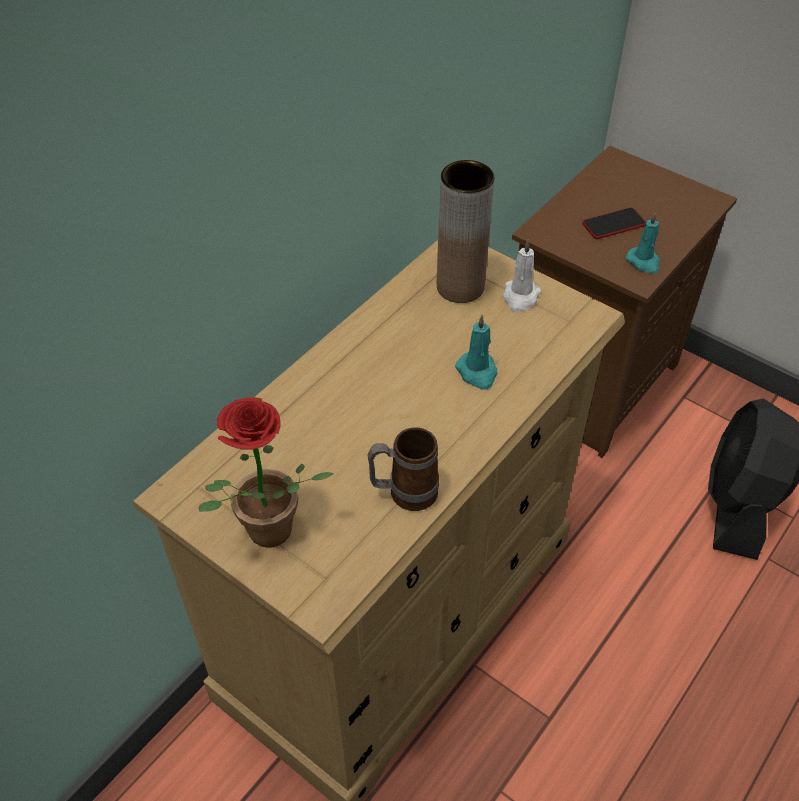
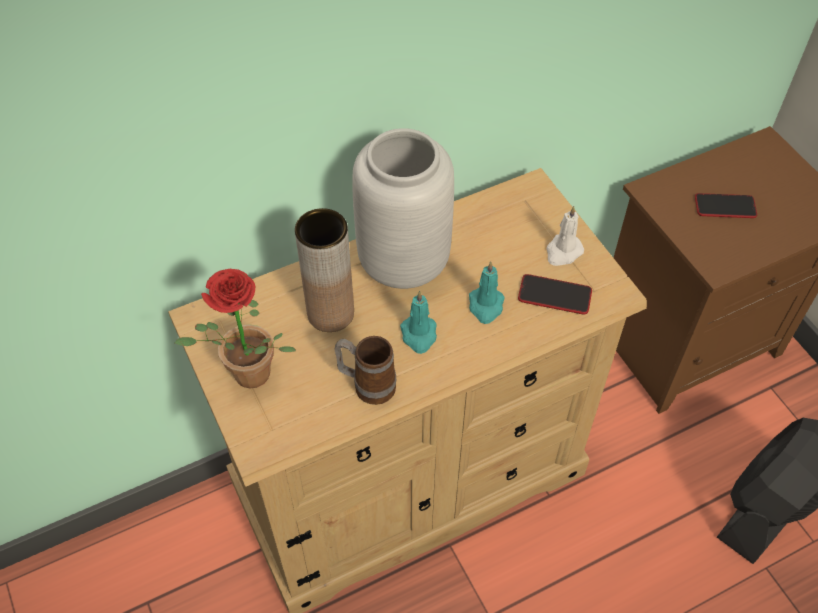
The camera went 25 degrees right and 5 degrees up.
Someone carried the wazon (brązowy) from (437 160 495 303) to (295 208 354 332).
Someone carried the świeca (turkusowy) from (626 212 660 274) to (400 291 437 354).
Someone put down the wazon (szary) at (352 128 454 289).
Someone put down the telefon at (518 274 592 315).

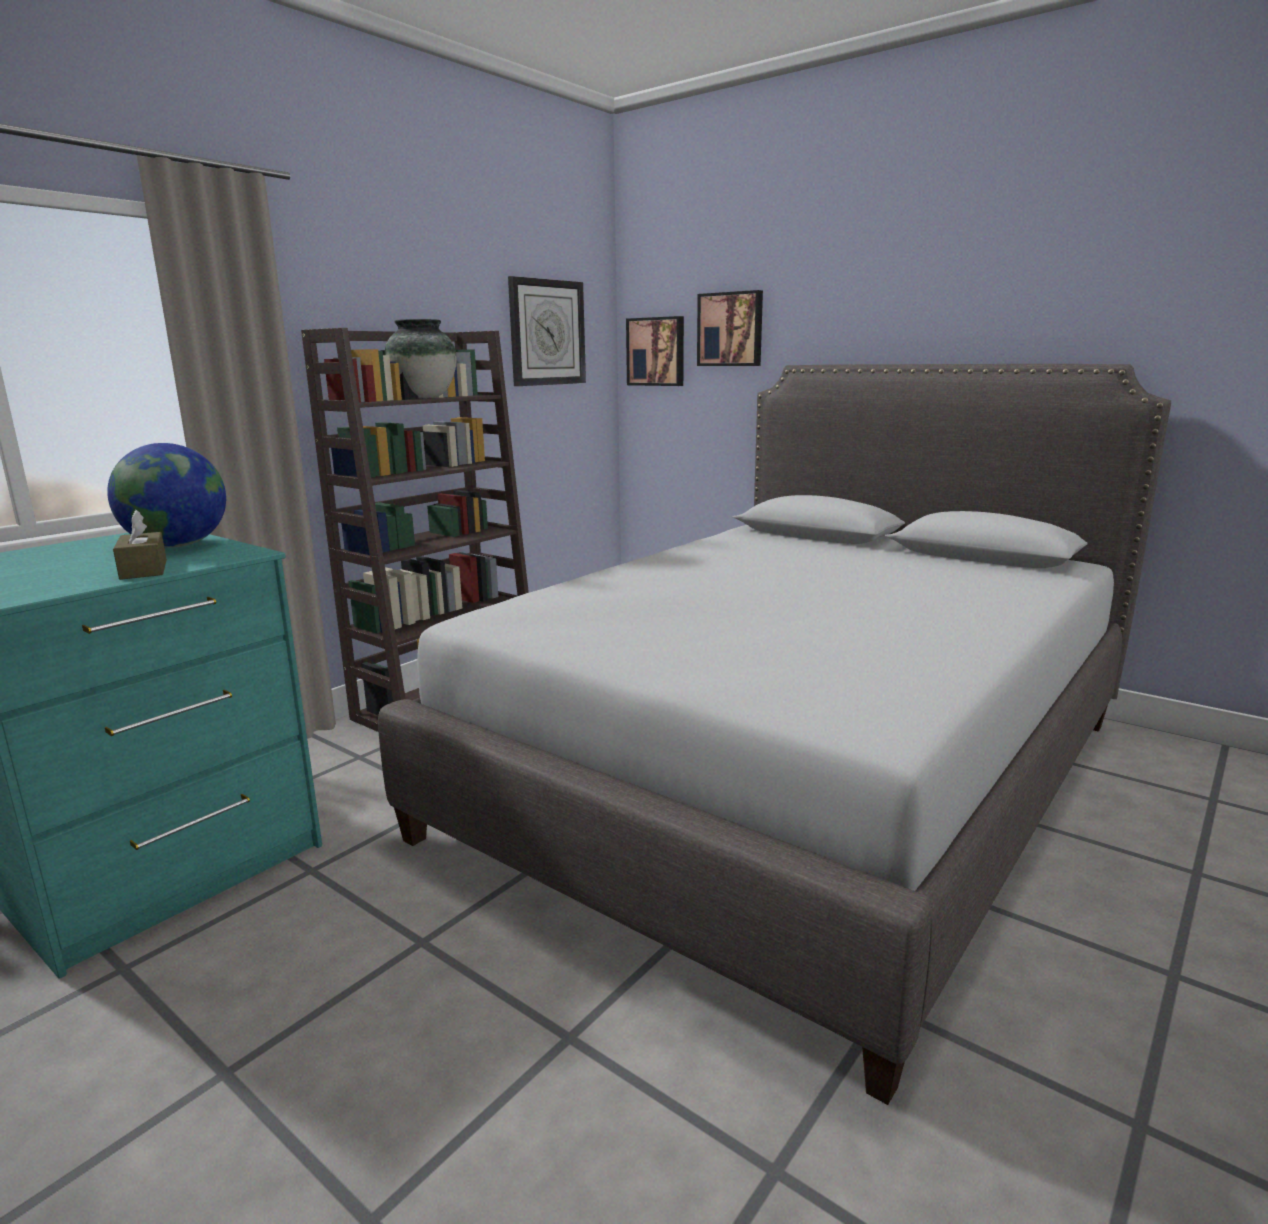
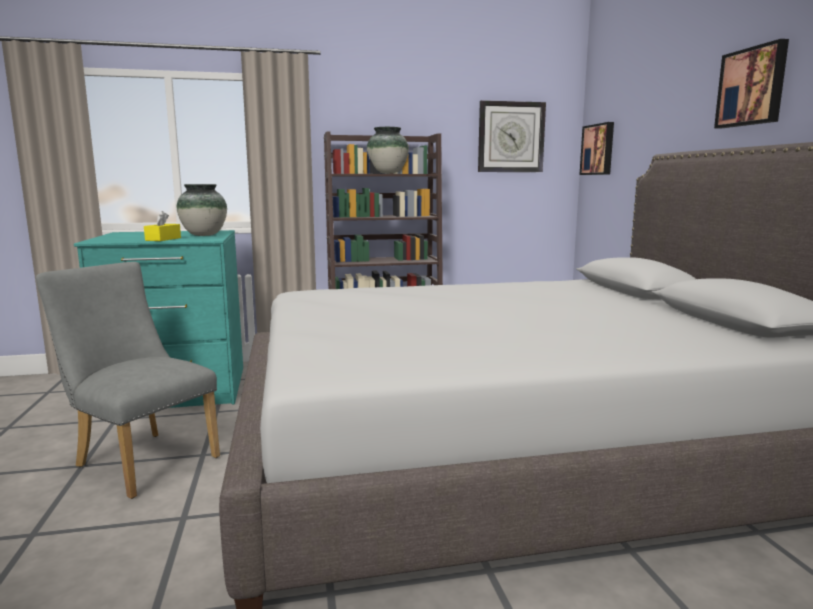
The camera went 40 degrees right and 5 degrees down.
Someone swapped the globus at (107 443 226 548) for the wazon at (177 184 227 236).
Someone repainted the pudełko chusteczek (brązowy) at (113 510 167 580), which became the pudełko chusteczek (żółty) at (144 211 181 241).
Someone carried the obraz from (697 290 763 366) to (714 39 789 128).
Someone put down the krzesło (szary) at (36 262 220 499).

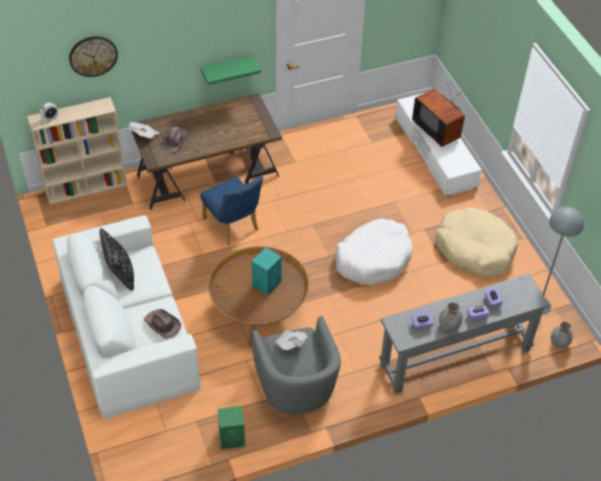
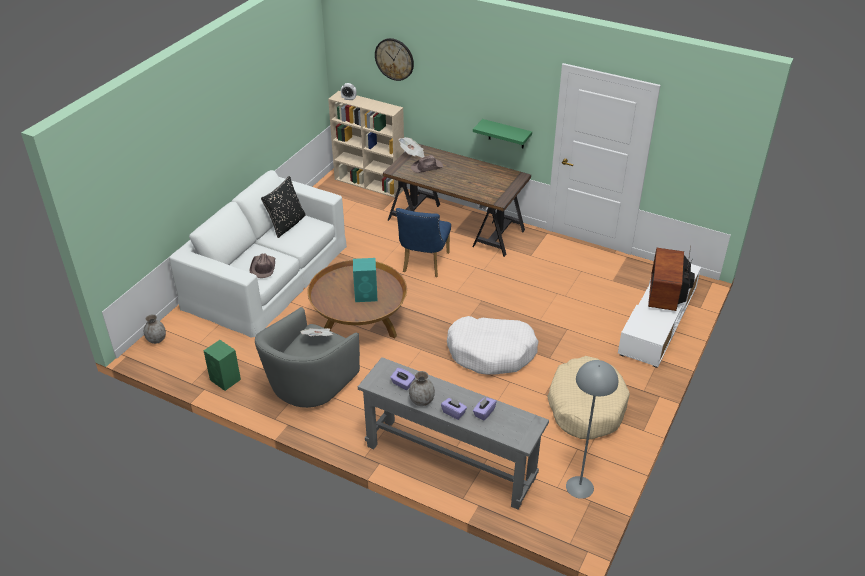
The camera went 50 degrees right and 10 degrees down.
Someone carried the wazon (szary) from (551 322 573 349) to (144 314 166 344).

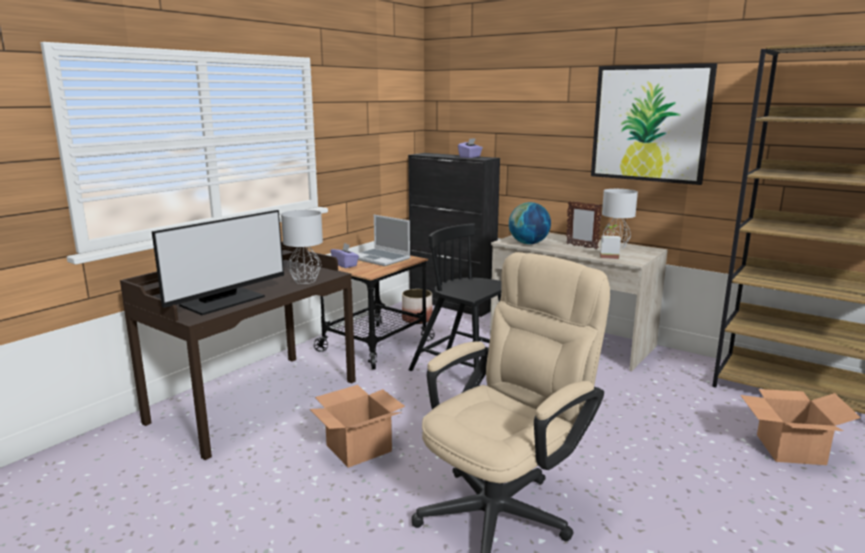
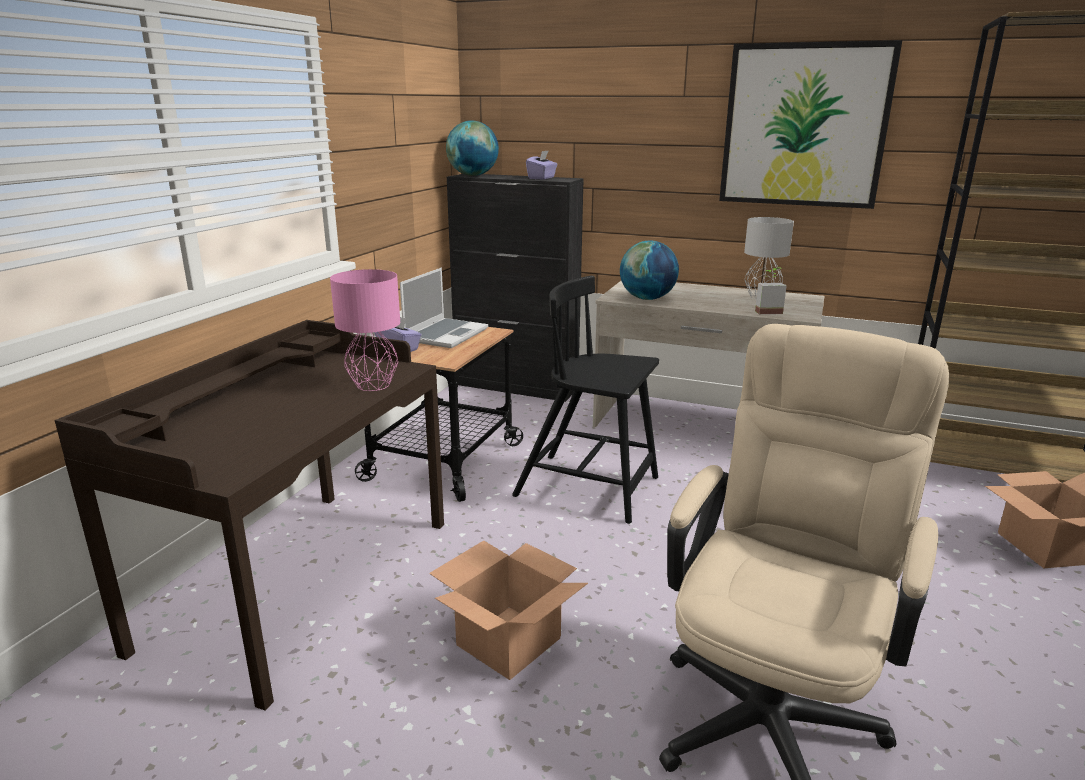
The camera went 15 degrees left and 5 degrees up.
Someone took away the monitor at (152 210 284 315).
Someone repainted the lampa stołowa (szary) at (281 210 323 284), which became the lampa stołowa (różowy) at (330 269 400 391).
Someone rotated the laptop at (356 215 410 266) by 90 degrees counterclockwise.
Someone took away the donica at (402 289 433 324).
Someone took away the ramka na zdjęcie at (566 201 602 249).
Someone put down the globus at (446 121 499 176).

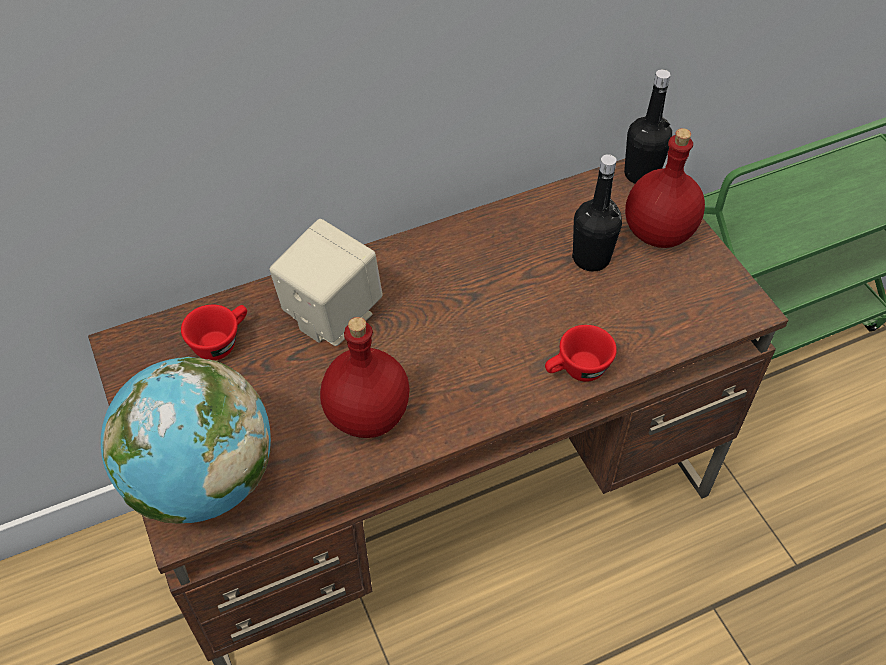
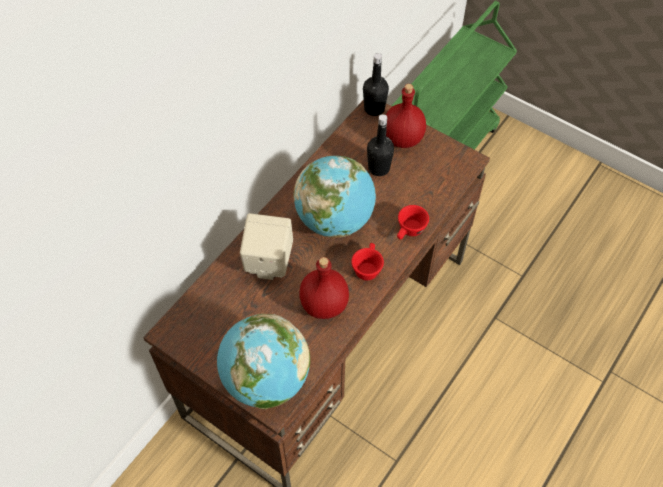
The camera went 30 degrees left and 5 degrees up.
Someone carried the filiżanka (czerwony) from (181 305 247 360) to (351 243 384 280).
Someone put down the globus at (293 156 376 238).

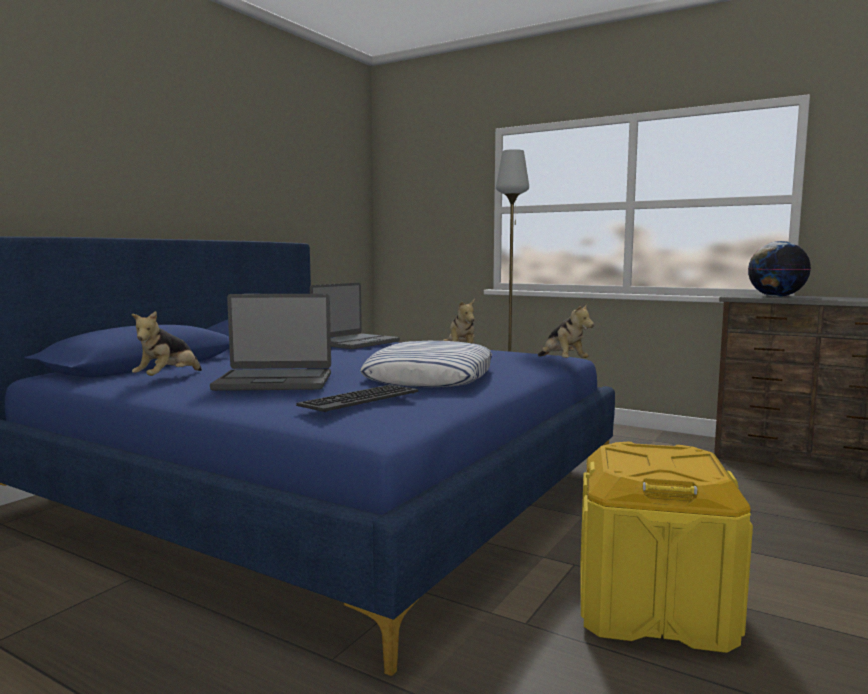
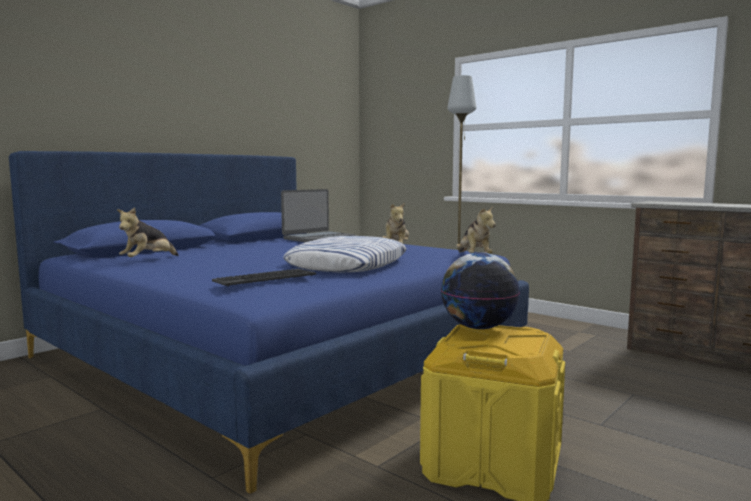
The camera went 10 degrees right and 0 degrees up.
Someone took away the laptop at (210 294 331 391).
Someone carried the globus from (748 241 811 297) to (441 252 520 329).

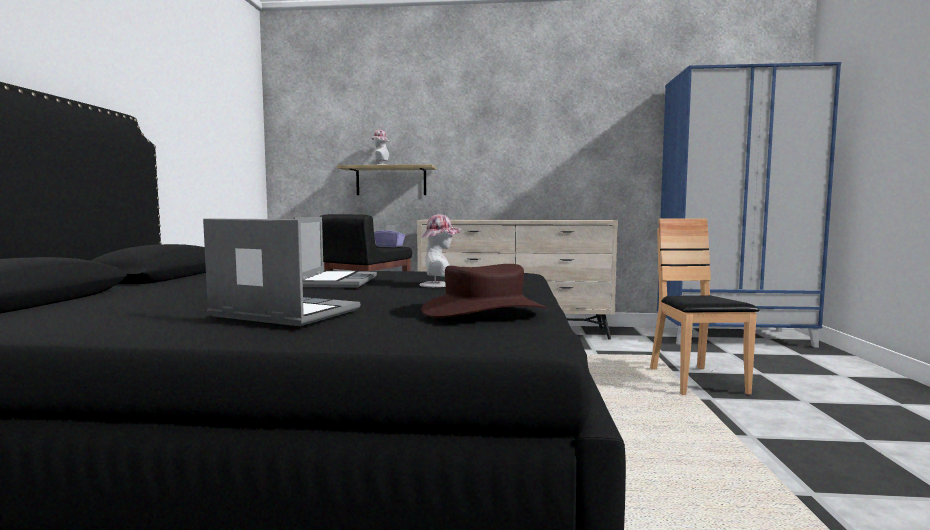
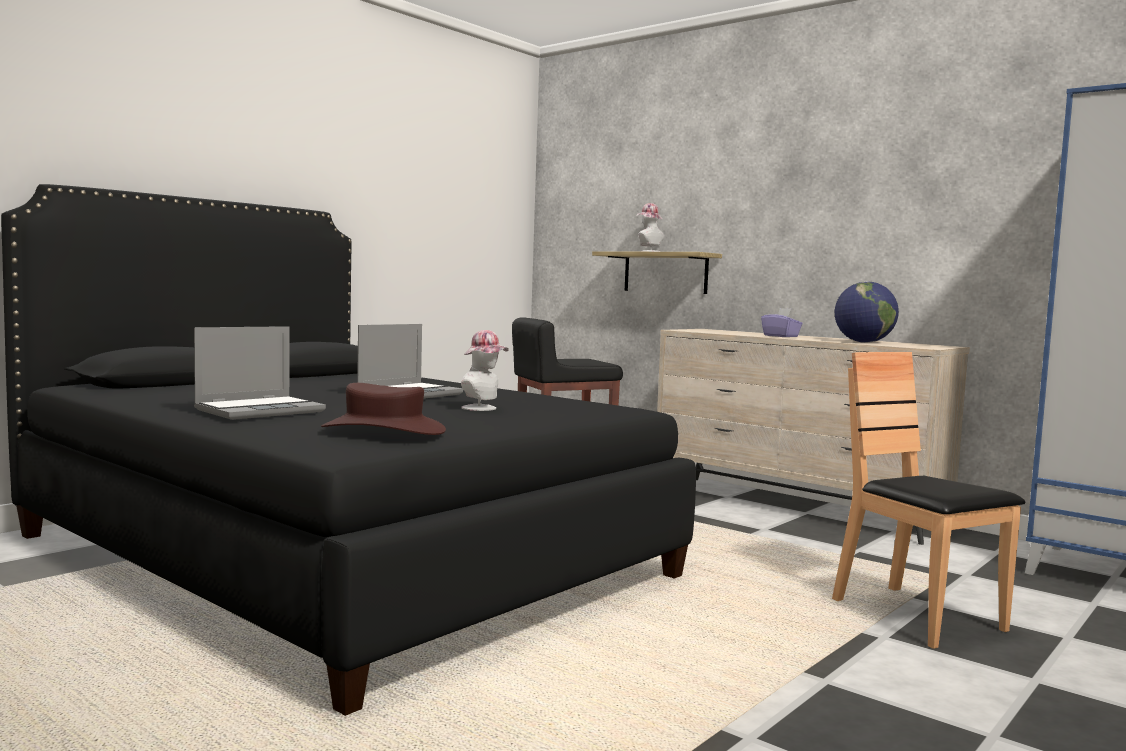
The camera went 35 degrees right and 0 degrees up.
Someone rotated the laptop at (203 218 360 326) by 75 degrees clockwise.
Someone carried the pudełko chusteczek (fioletowy) from (374 225 405 247) to (761 308 803 337).
Someone rotated the krzesło (brązowy) at (650 218 759 395) by 60 degrees counterclockwise.
Someone put down the globus at (835 281 899 343).

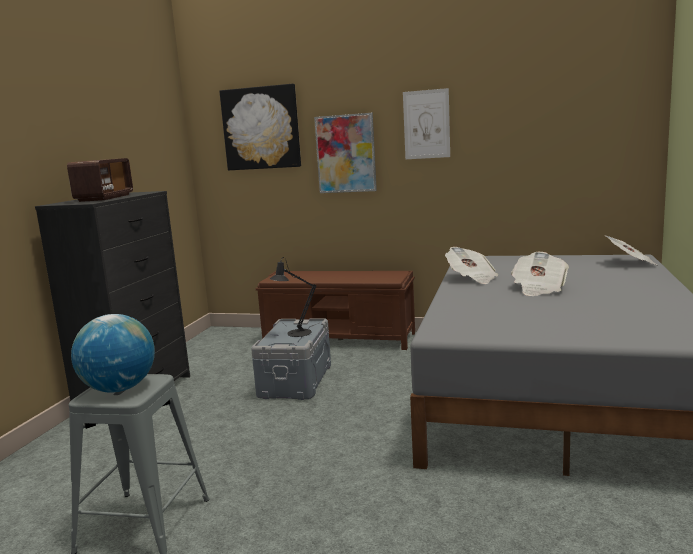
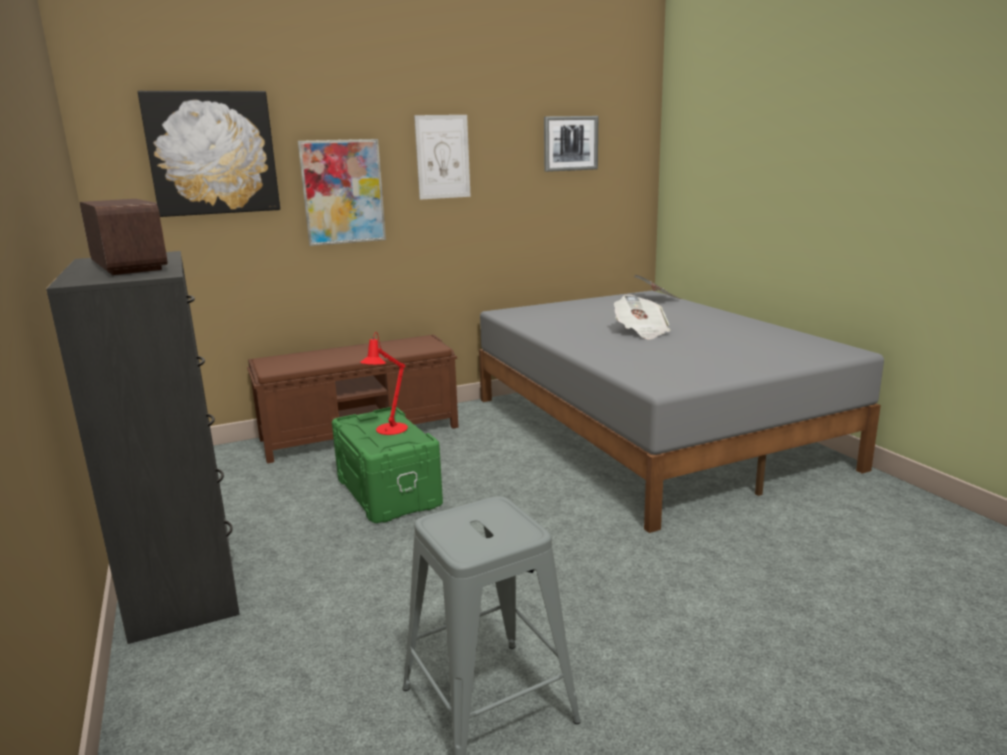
The camera went 40 degrees left and 5 degrees up.
Someone took away the globus at (71 314 155 393).
Someone repainted the pojemnik do przechowywania (szary) at (251 319 331 400), which became the pojemnik do przechowywania (zielony) at (332 407 443 523).
Someone repainted the lampa stołowa (czarny) at (270 257 316 337), which became the lampa stołowa (czerwony) at (360 332 408 435).
Someone took away the gazeta at (445 247 498 284).
Someone put up the obraz at (544 116 598 172).

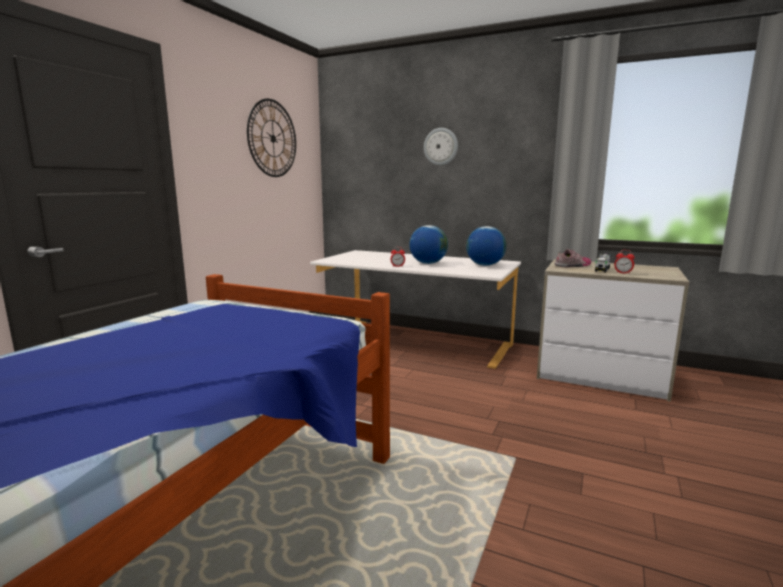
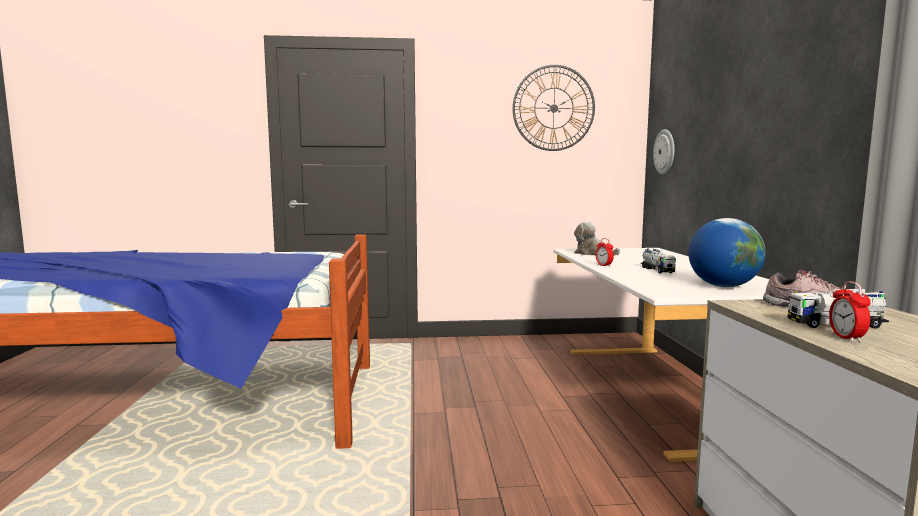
The camera went 60 degrees right and 5 degrees down.
Someone swapped the globus at (409 225 448 264) for the ciężarówka zabawkowa at (641 249 676 273).
Someone carried the zegar ścienny from (424 128 458 165) to (653 129 674 174).
Someone put down the pluszak at (574 222 620 256).

